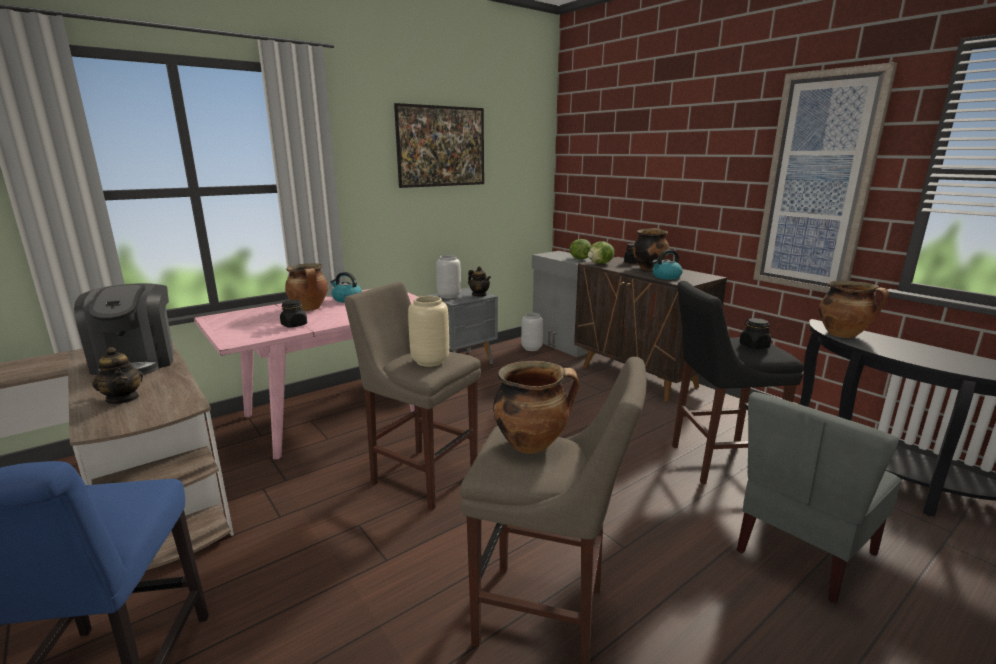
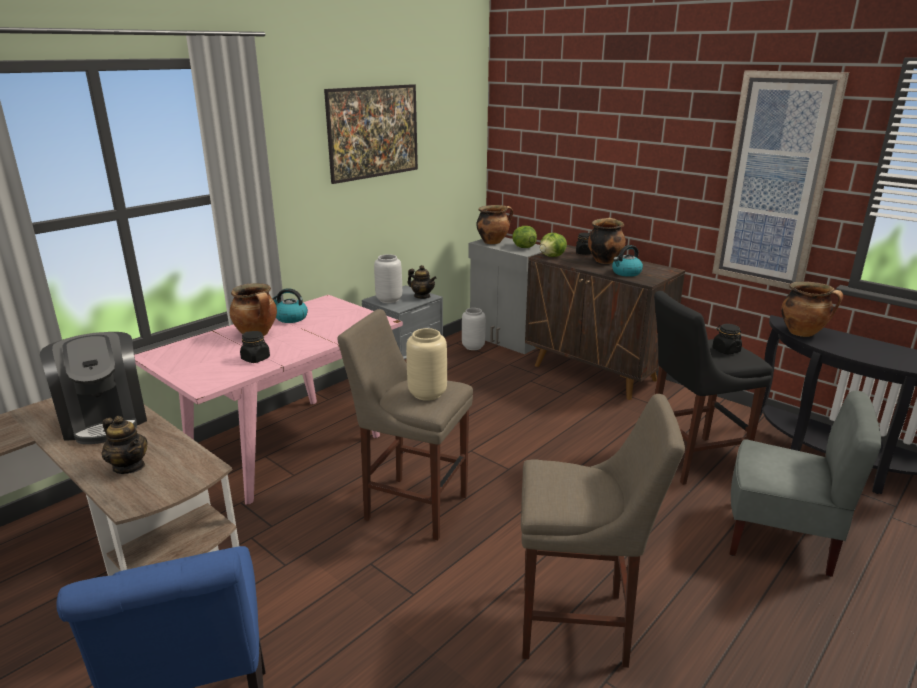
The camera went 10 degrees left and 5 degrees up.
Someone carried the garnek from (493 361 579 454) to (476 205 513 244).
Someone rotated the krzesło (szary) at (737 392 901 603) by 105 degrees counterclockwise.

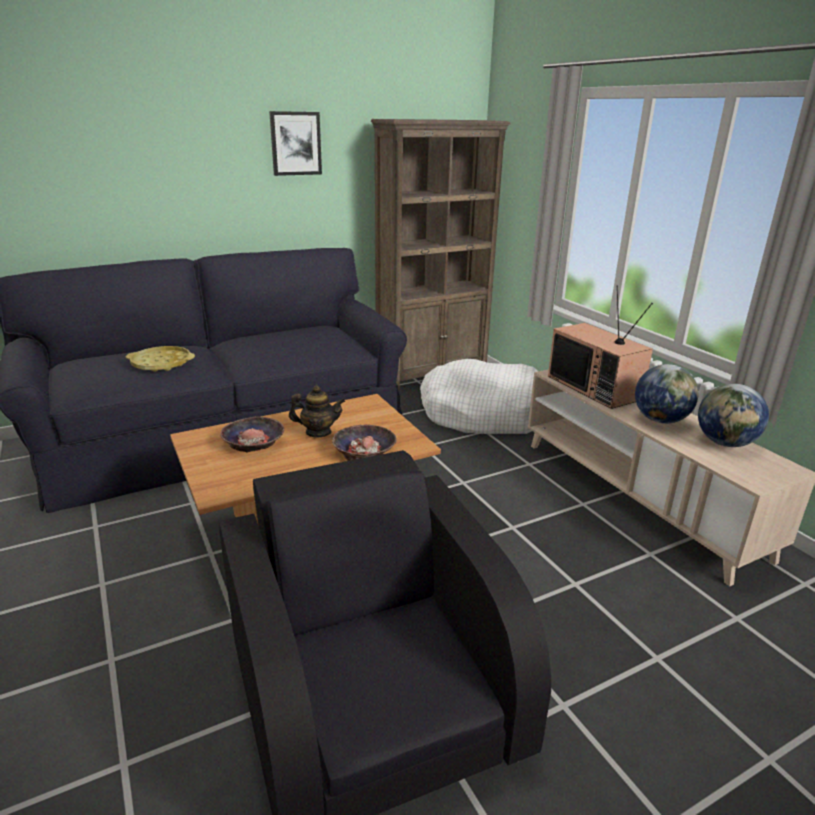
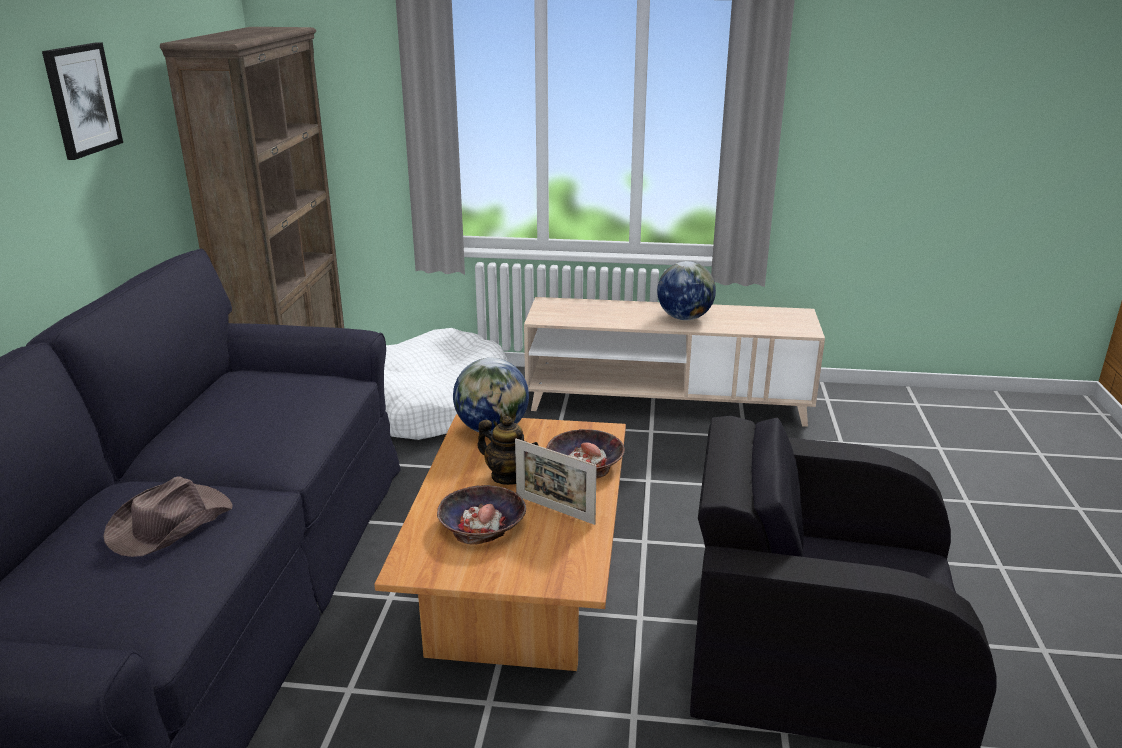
The camera went 55 degrees left and 0 degrees up.
Someone swapped the taca (żółty) at (126 346 195 372) for the kapelusz (brązowy) at (103 477 233 557).
Someone rotated the imbryk at (289 385 345 437) by 90 degrees clockwise.
Someone took away the telewizor at (548 285 653 409).
Someone carried the globus from (698 384 769 447) to (453 358 529 434).
Someone put down the ramka na zdjęcie at (515 439 597 525).

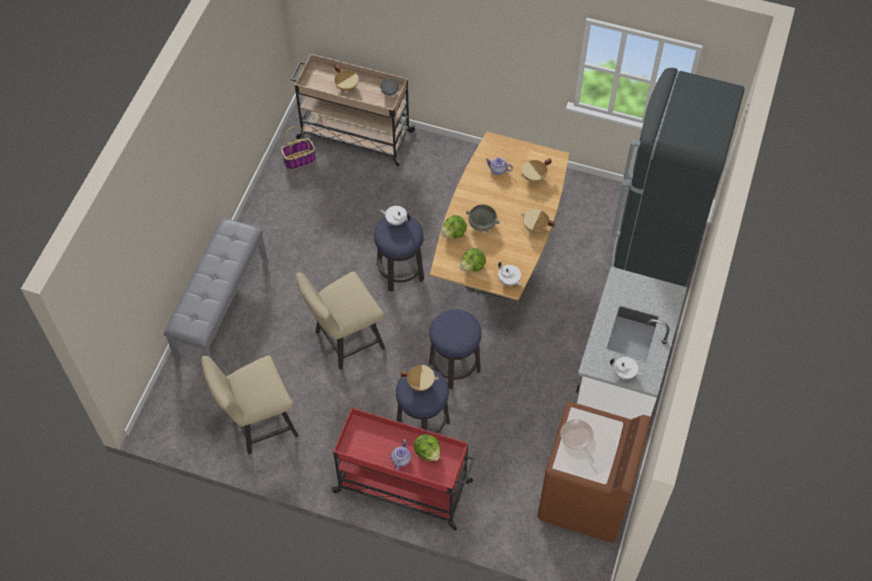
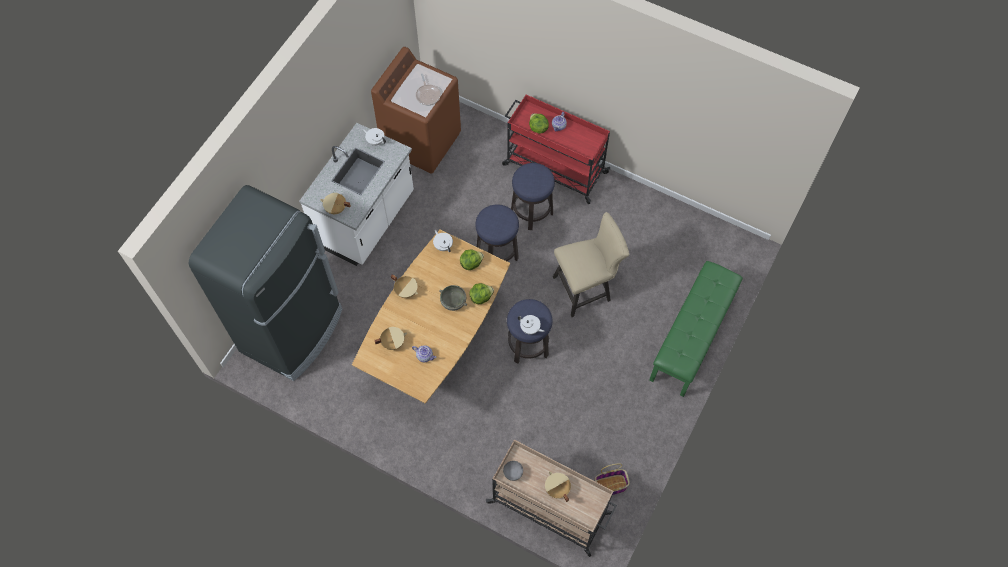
The camera went 170 degrees left and 5 degrees up.
Someone repainted the ławka (szary) at (164 219 267 359), which became the ławka (zielony) at (649 261 743 397).
Someone took away the krzesło (beżowy) at (201 355 298 454).
Someone carried the garnek (beżowy) from (401 365 438 391) to (320 193 351 214).

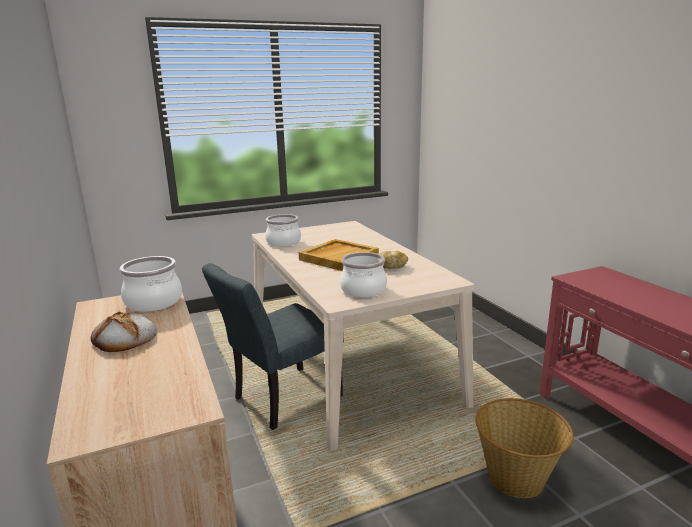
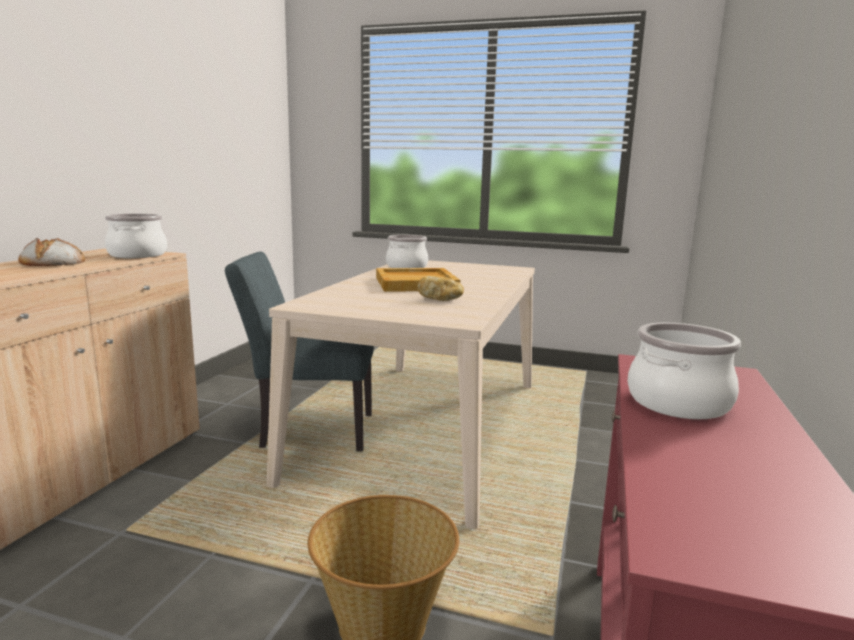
The camera went 40 degrees right and 5 degrees down.
Someone carried the garnek from (340 252 387 298) to (627 323 741 419).

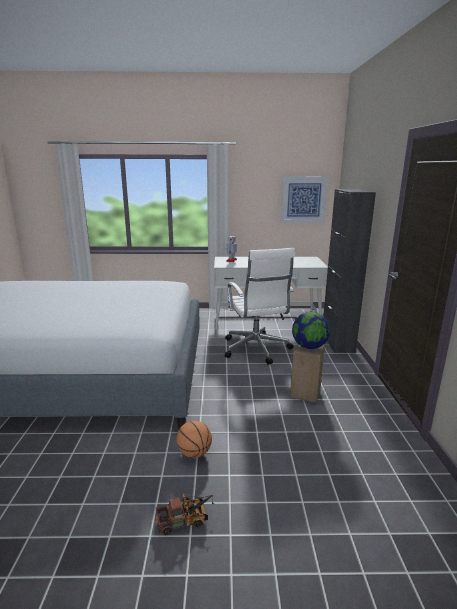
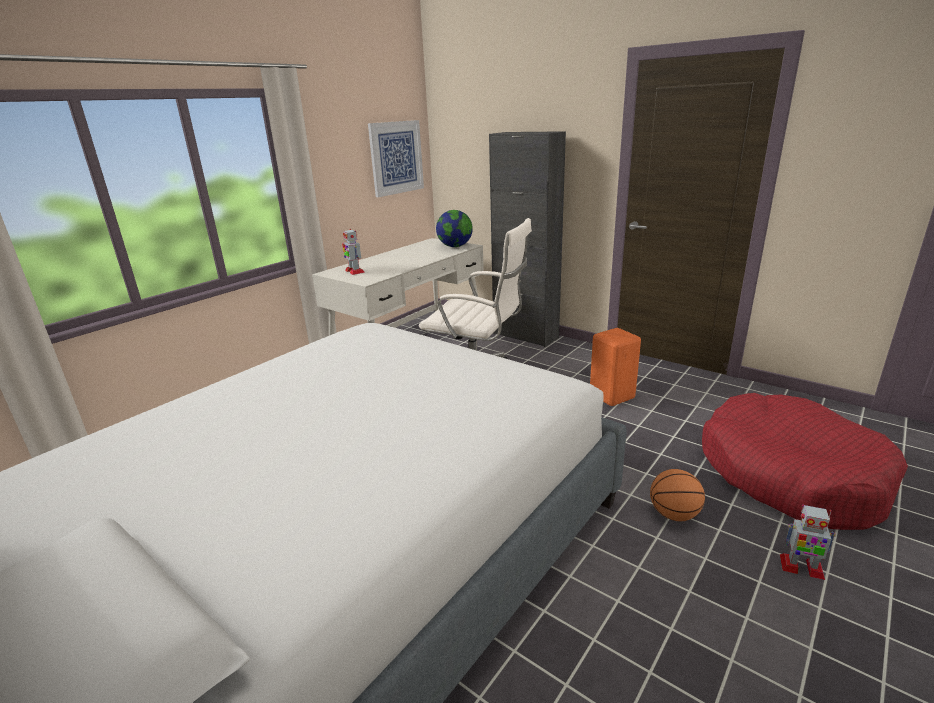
The camera went 50 degrees left and 5 degrees up.
Someone swapped the ciężarówka zabawkowa at (155 493 214 535) for the robot zabawkowy at (780 504 835 580).
Someone repainted the stołek (beżowy) at (290 344 325 402), which became the stołek (pomarańczowy) at (590 328 641 406).
Someone carried the globus from (292 312 330 349) to (436 210 473 247).
Someone put down the legowisko (czerwony) at (702 393 908 530).

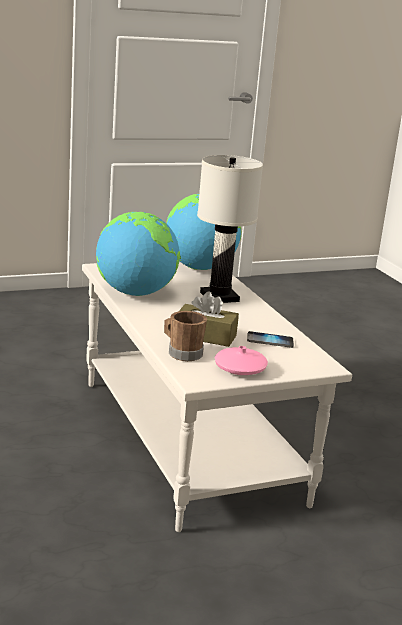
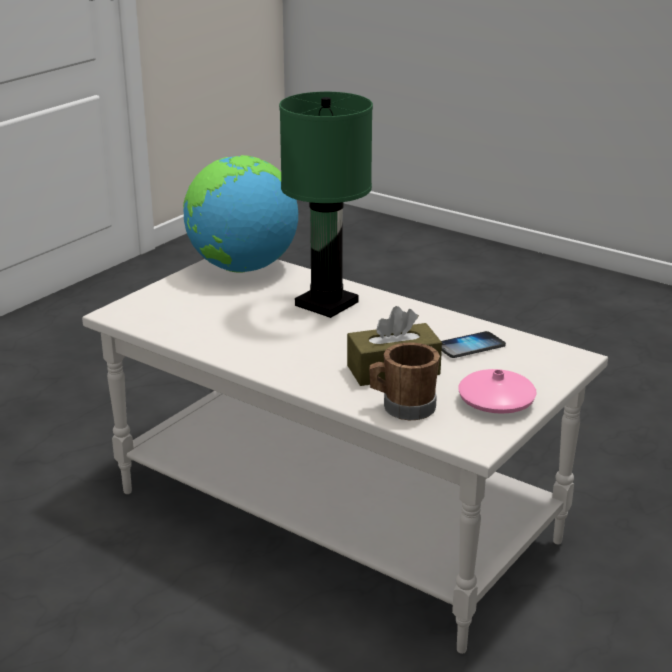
The camera went 30 degrees left and 5 degrees up.
Someone took away the globus at (96 212 180 296).
Someone repainted the lampa stołowa (biały) at (197 155 263 303), which became the lampa stołowa (zielony) at (279 92 373 318).

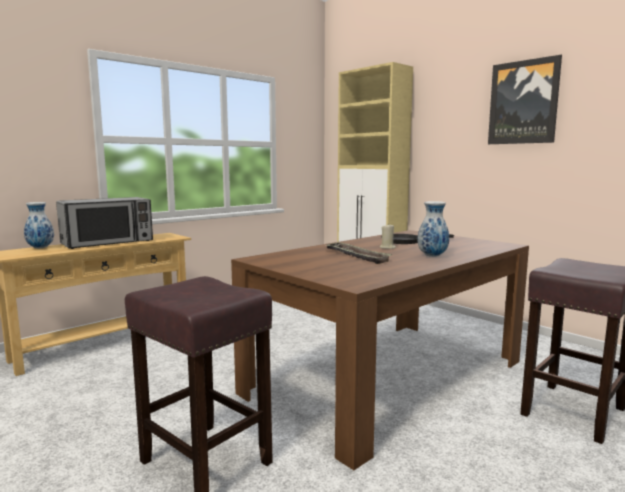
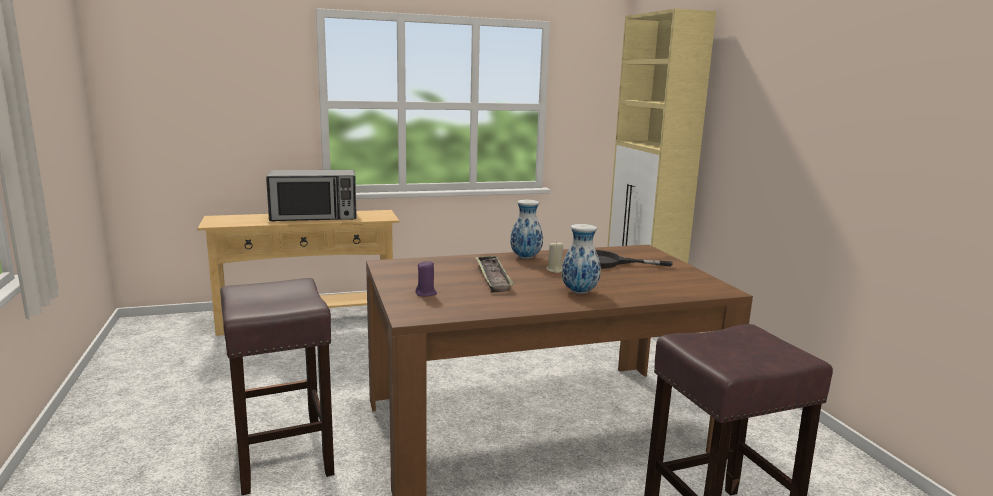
The camera went 25 degrees right and 5 degrees up.
Someone carried the wazon from (24 202 54 248) to (510 200 543 259).
Someone took away the obraz at (488 55 562 144).
Someone put down the świeca (fioletowy) at (416 260 437 297).

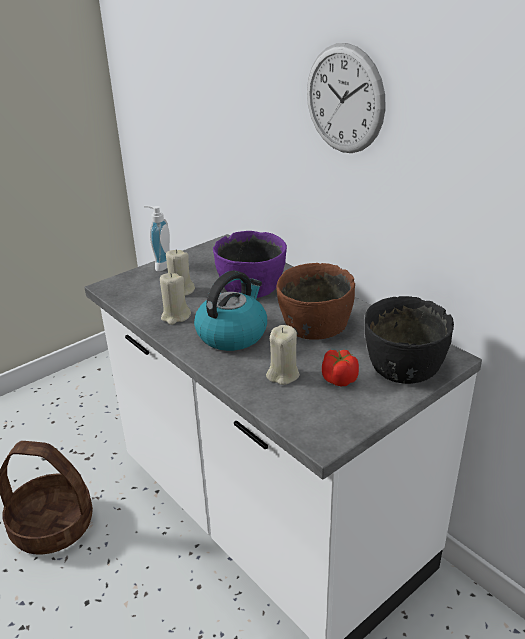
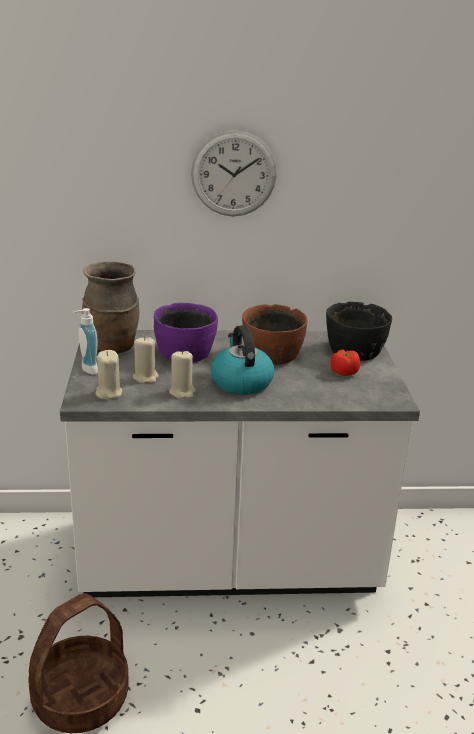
The camera went 55 degrees left and 5 degrees down.
Someone carried the świeca (beżowy) from (266 325 300 385) to (96 350 122 400).
Someone put down the wazon (brązowy) at (82 262 139 353).

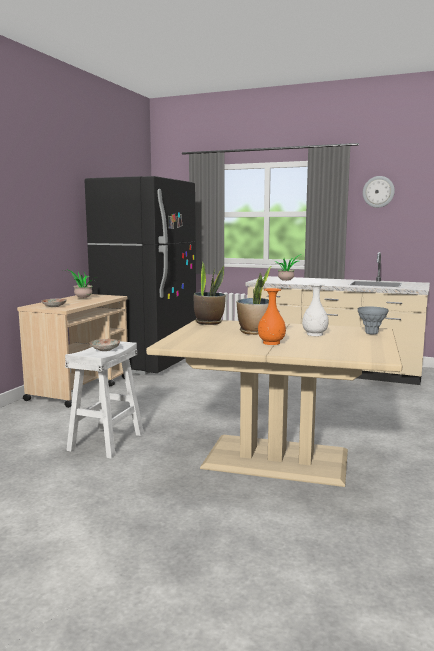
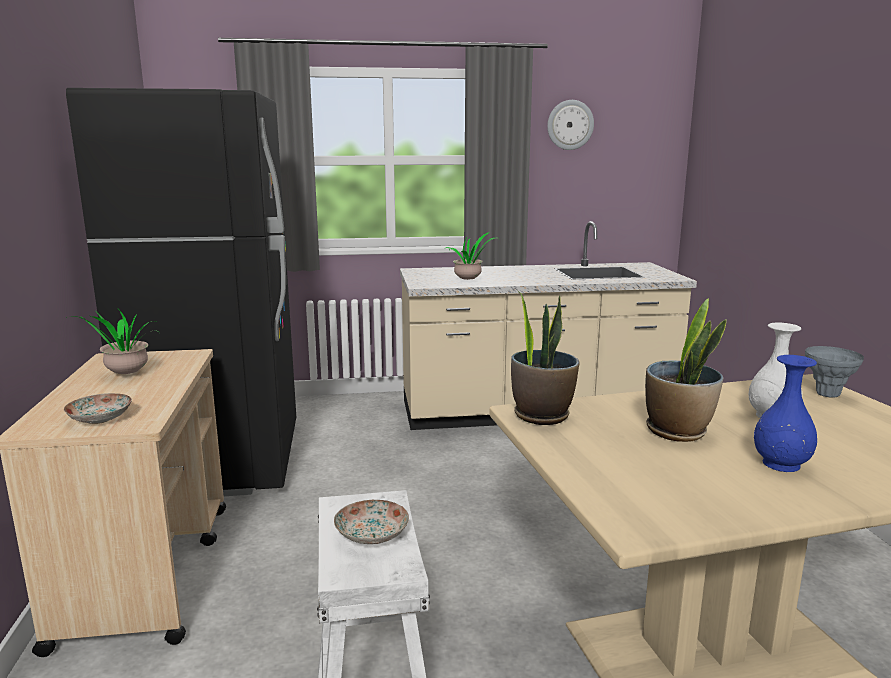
The camera went 30 degrees left and 5 degrees up.
Someone repainted the wazon (pomarańczowy) at (258 288 286 345), which became the wazon (niebieski) at (754 355 817 472).

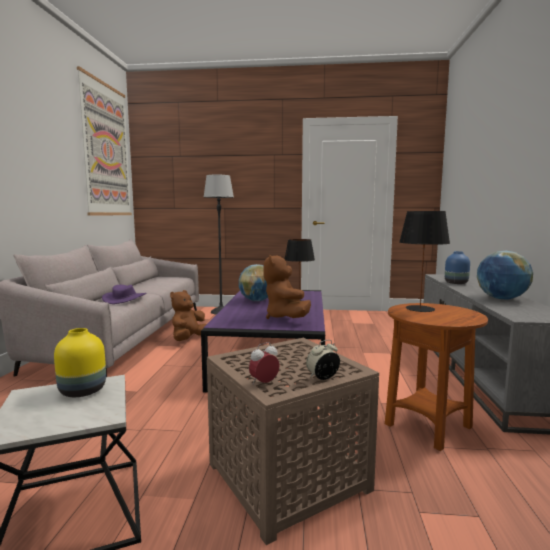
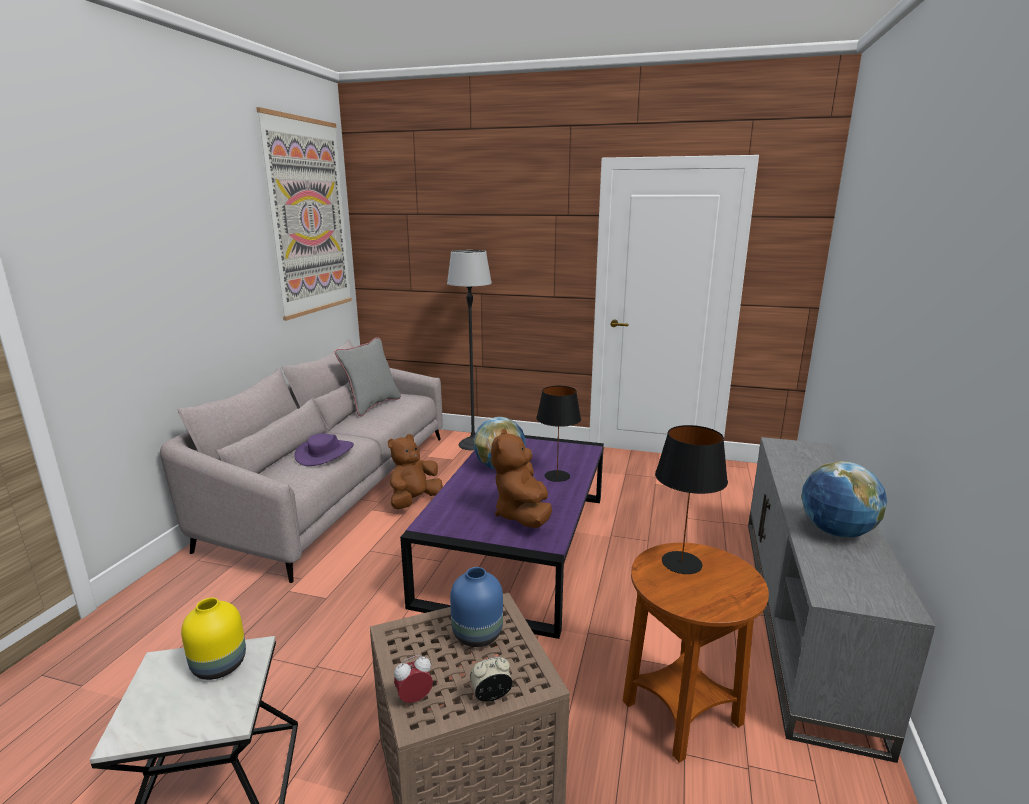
The camera went 10 degrees right and 10 degrees up.
Someone carried the wazon (niebieski) from (445 251 470 284) to (450 567 503 647).
Someone put down the poduszka (szary) at (335 337 401 417).

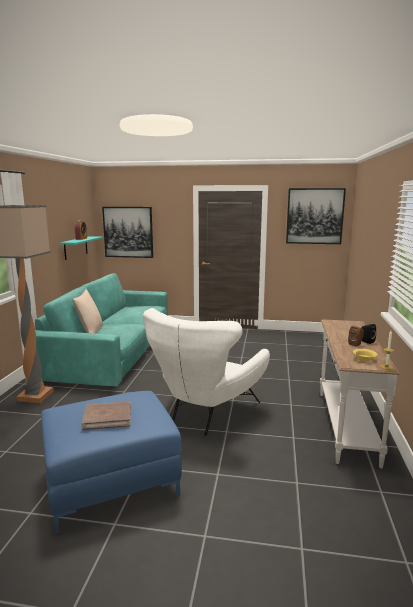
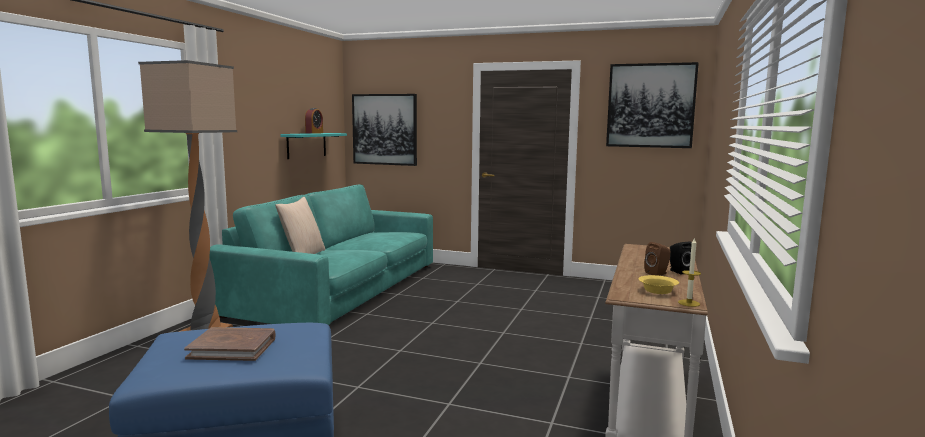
The camera went 10 degrees right and 5 degrees down.
Someone took away the fotel (biały) at (143 308 270 436).

